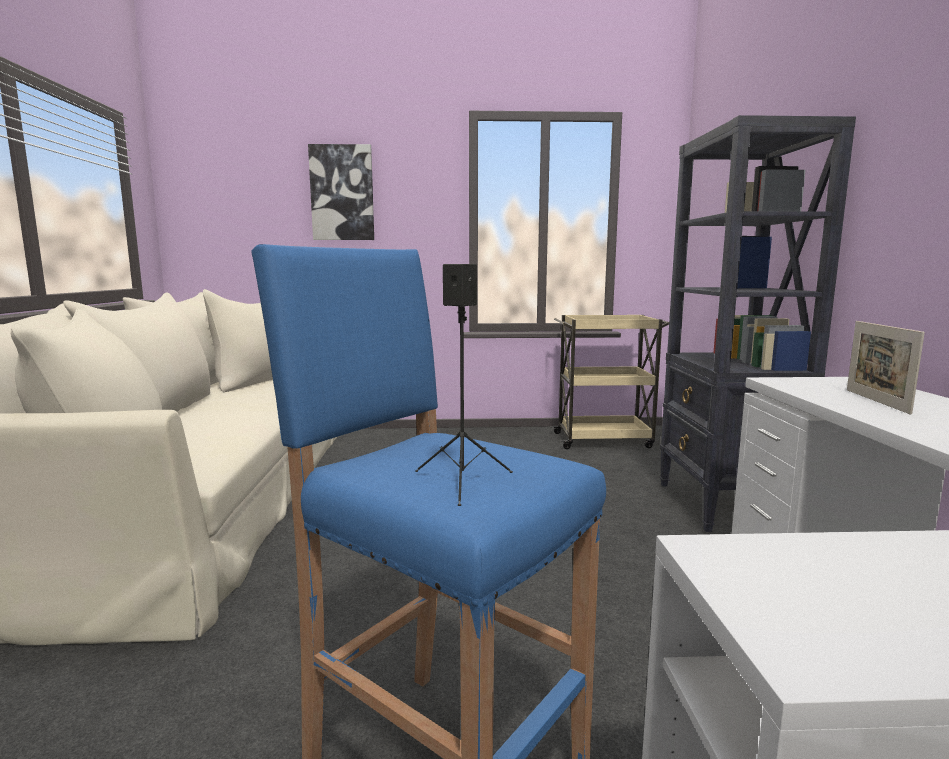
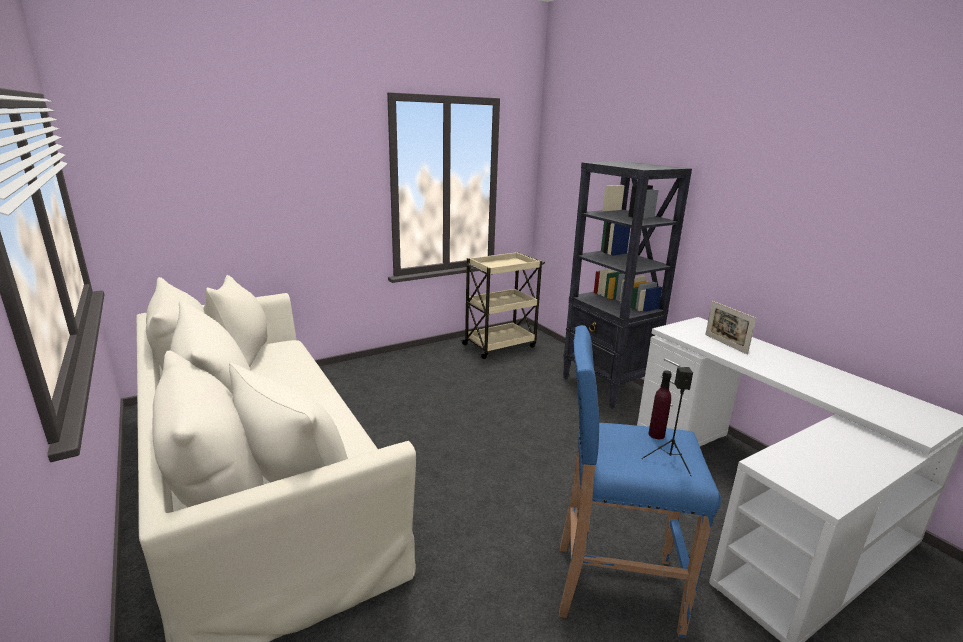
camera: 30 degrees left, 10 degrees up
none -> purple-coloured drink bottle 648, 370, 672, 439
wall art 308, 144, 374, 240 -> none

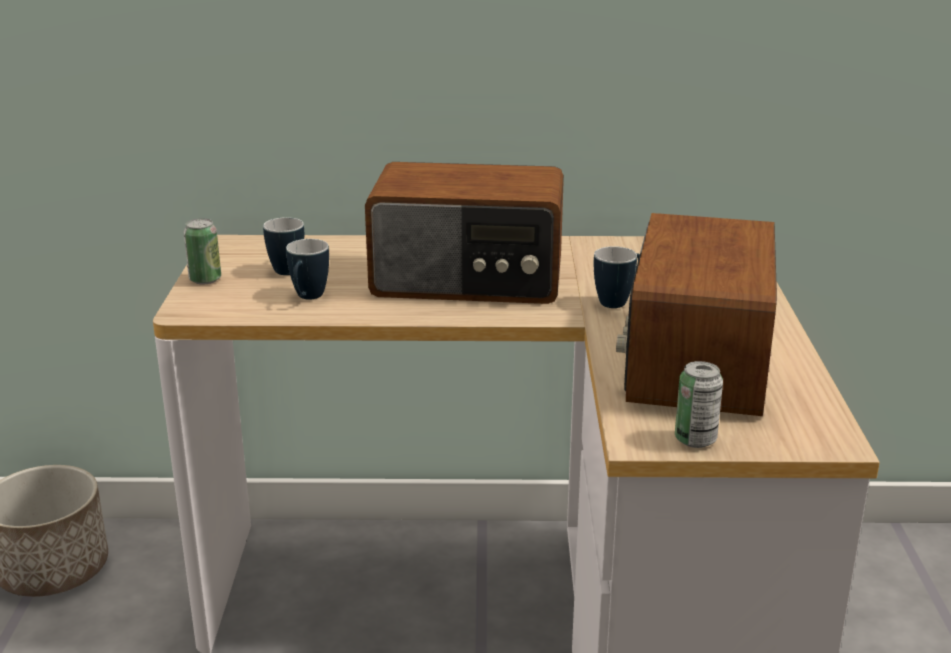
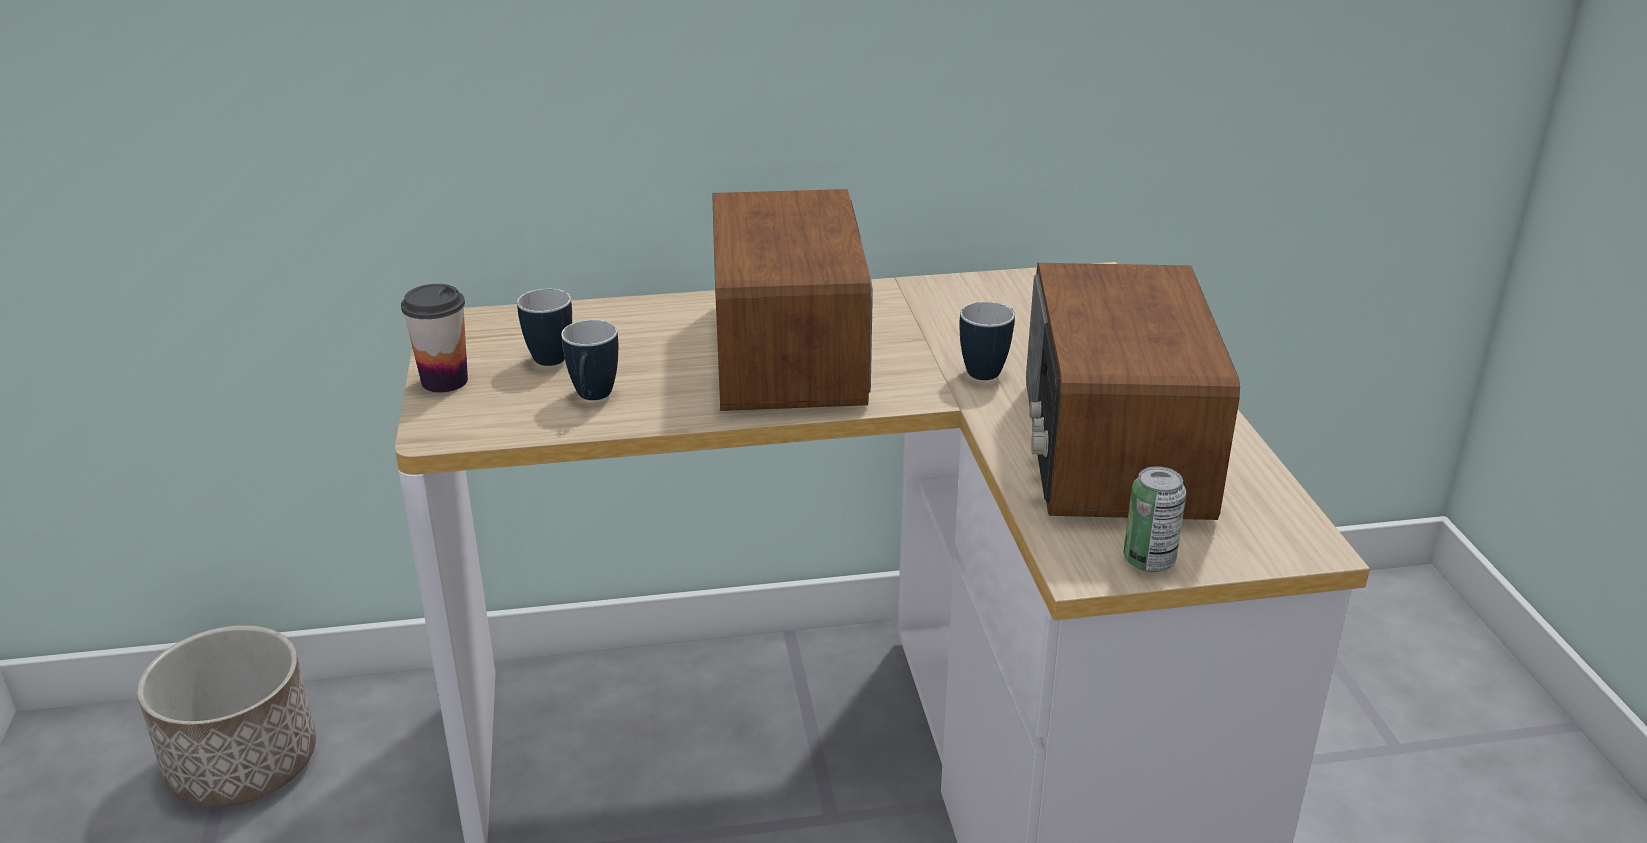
camera: 10 degrees left, 5 degrees up
sealed can 184, 218, 221, 284 -> cup 401, 284, 468, 392
radio receiver 365, 162, 564, 304 -> radio receiver 712, 189, 873, 411, 90 degrees counterclockwise

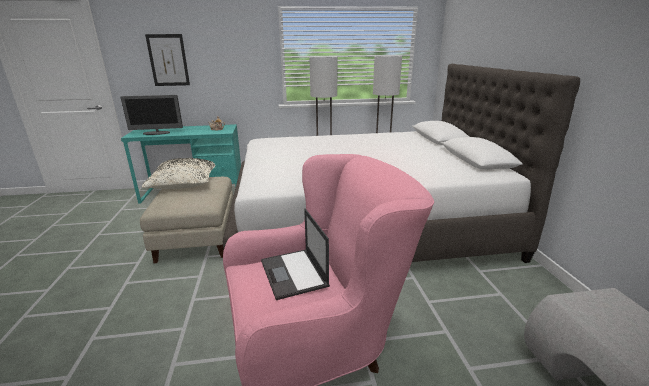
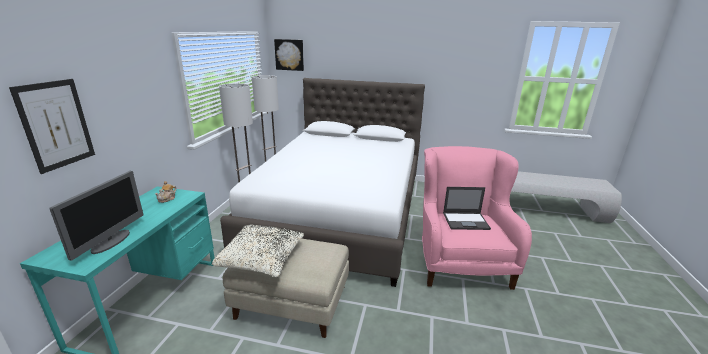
camera: 70 degrees left, 0 degrees up
none -> wall art 274, 39, 304, 71

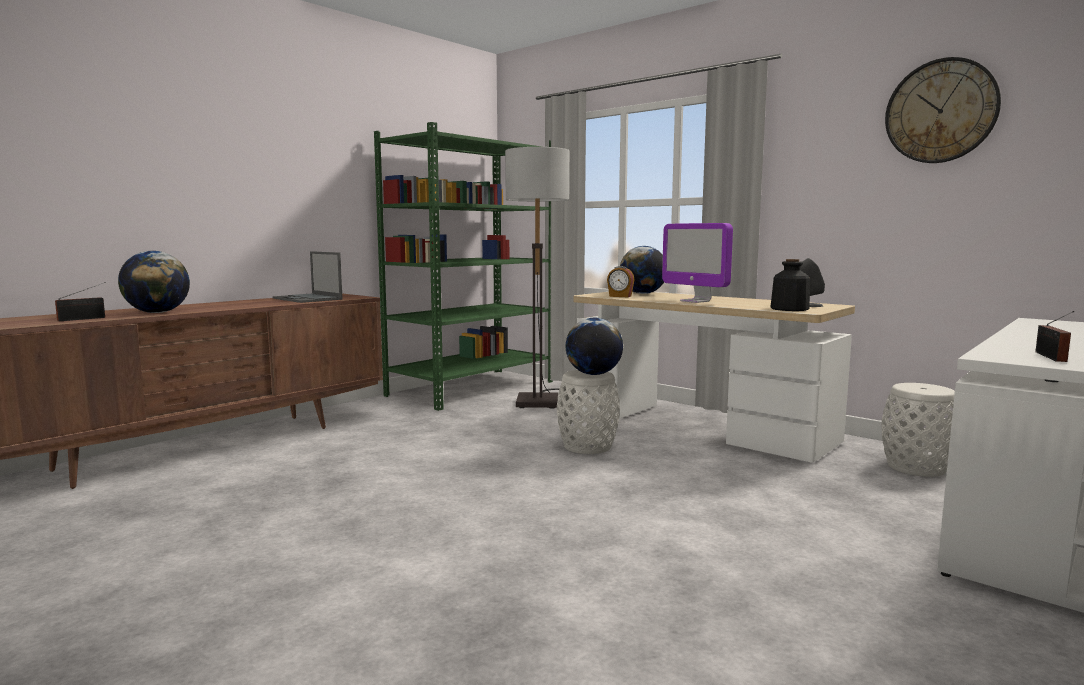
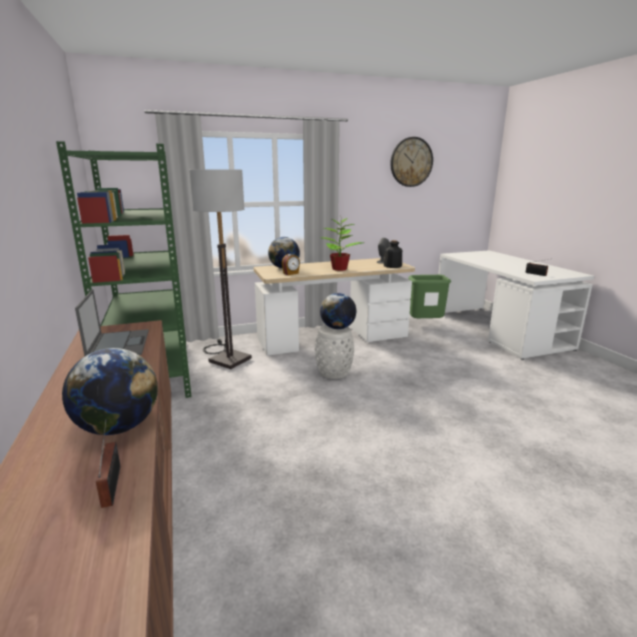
camera: 60 degrees left, 10 degrees up
laptop 273, 251, 343, 303 -> laptop 75, 289, 149, 356, 90 degrees counterclockwise
monitor 662, 223, 733, 303 -> potted plant 321, 218, 363, 271
white sitting stool 881, 383, 955, 477 -> green waste bin 408, 275, 451, 318

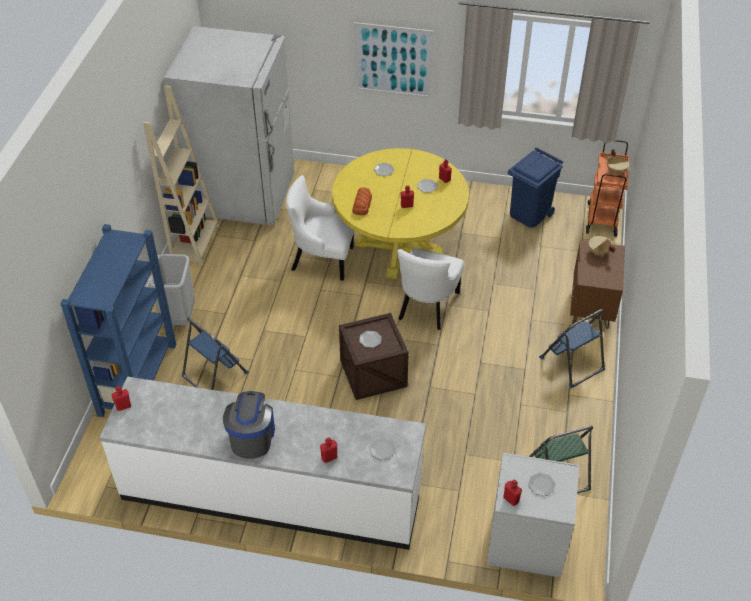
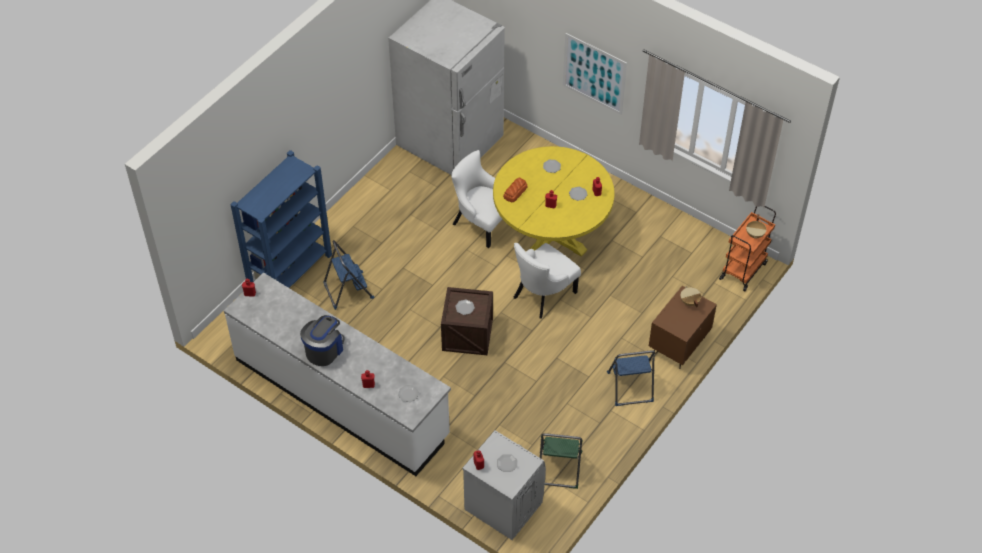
camera: 25 degrees right, 5 degrees up
beige bookshelf 143, 85, 220, 265 -> none
grey waste bin 150, 254, 195, 325 -> none
blue-coloured waste bin 507, 147, 563, 228 -> none

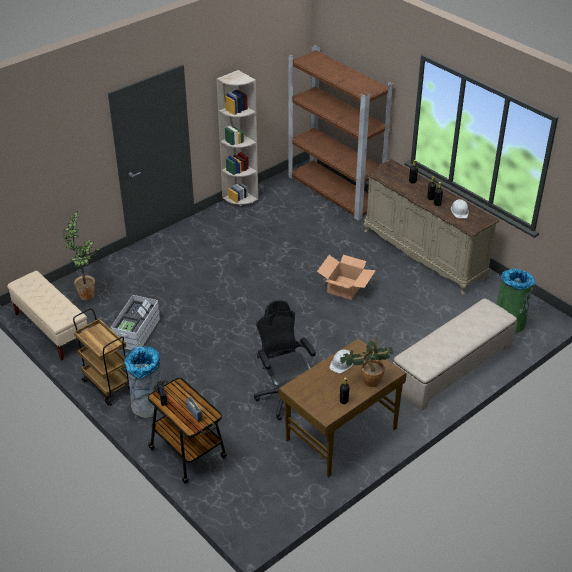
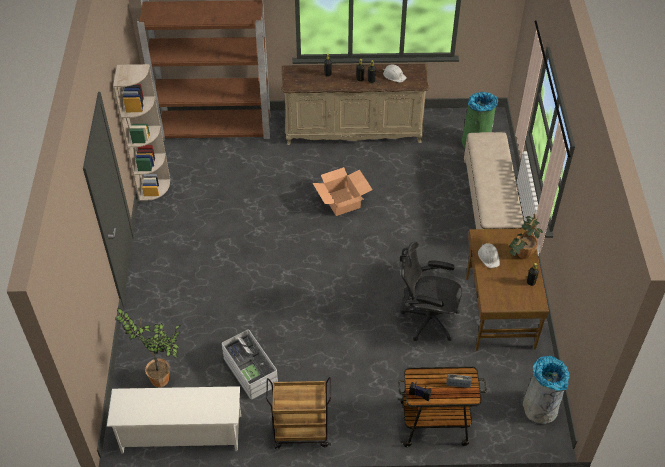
camera: 50 degrees left, 10 degrees up
beige indoor bench 7, 271, 88, 361 -> white shoe shelf 107, 386, 241, 454
grey waste bin 124, 346, 163, 418 -> grey waste bin 523, 356, 570, 424, shifted

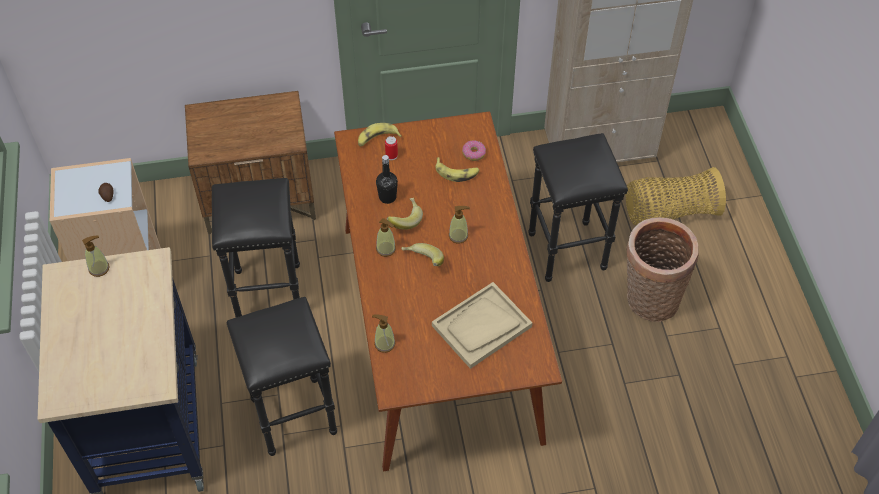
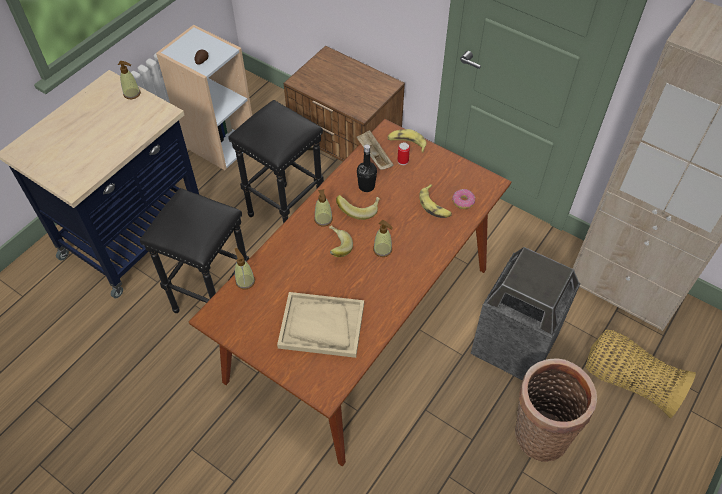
camera: 45 degrees right, 0 degrees up
none -> beige carrying tray 356, 130, 394, 170
black sitting stool 528, 133, 628, 282 -> waste bin 471, 247, 581, 380

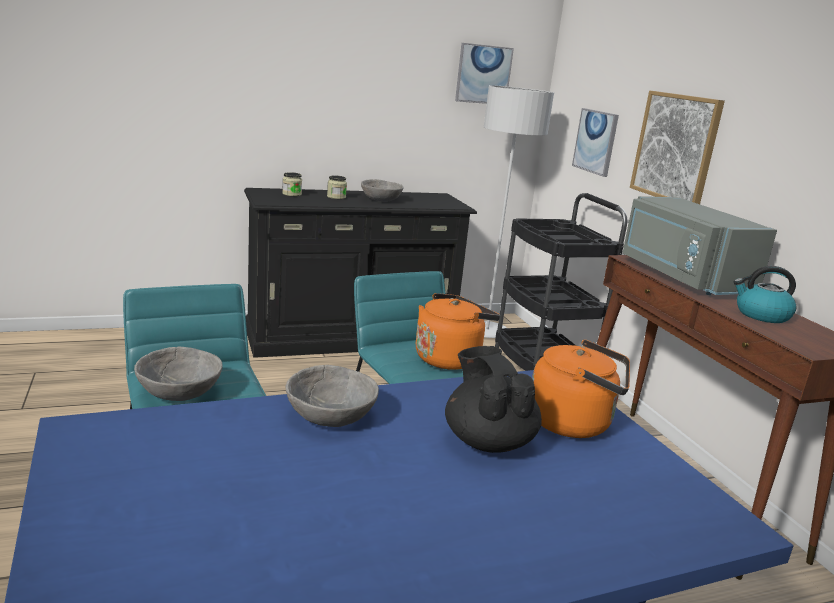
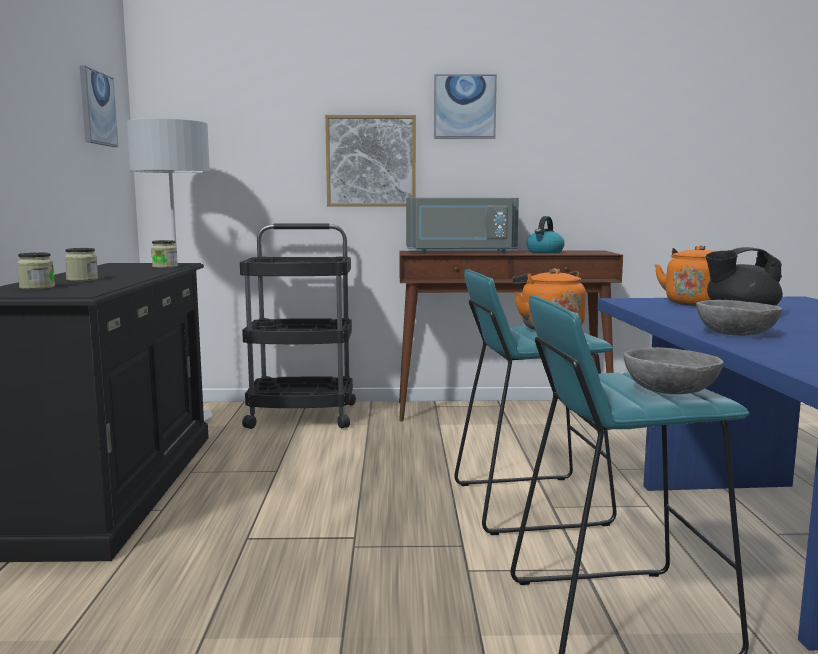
camera: 70 degrees left, 10 degrees down
none -> storage jar 151, 240, 178, 268
wall art 572, 108, 619, 177 -> wall art 434, 74, 497, 139, shifted
grey bowl 361, 179, 403, 202 -> none

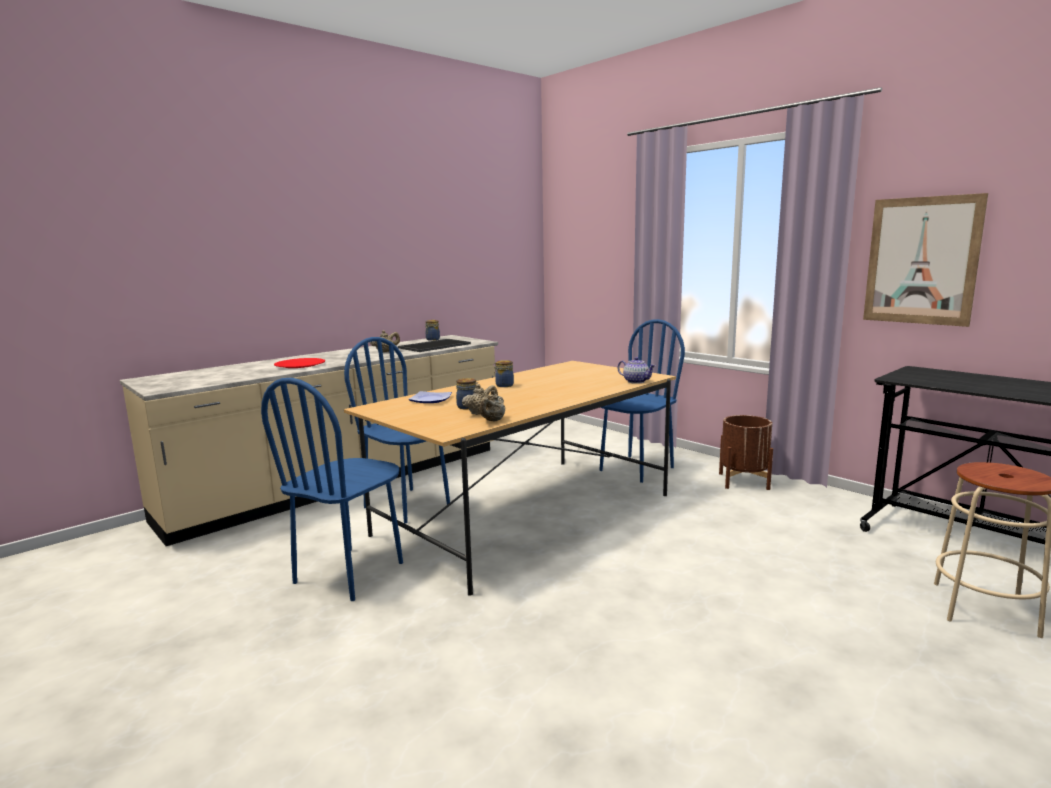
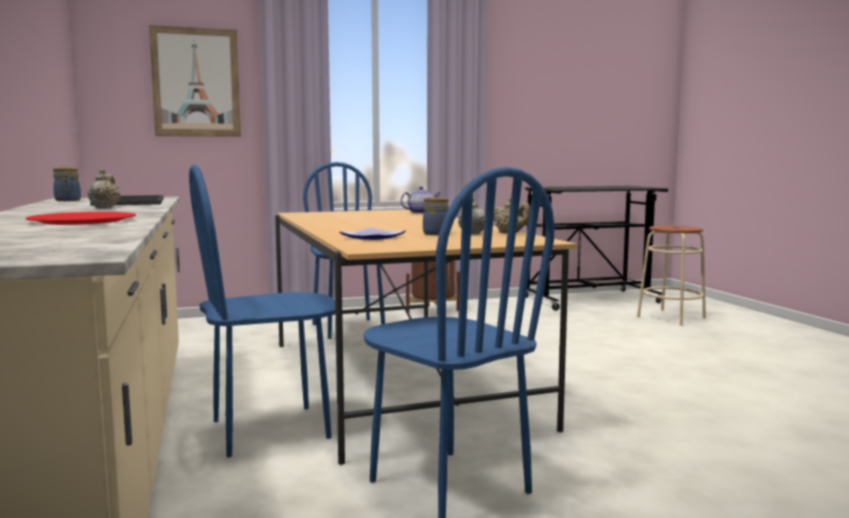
camera: 65 degrees left, 5 degrees down
wall art 863, 193, 988, 327 -> wall art 149, 25, 241, 137, shifted
storage jar 494, 360, 514, 387 -> none

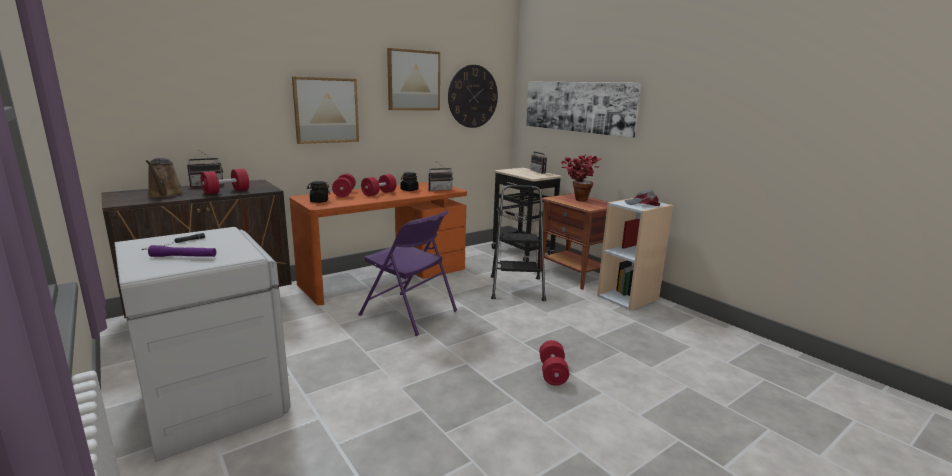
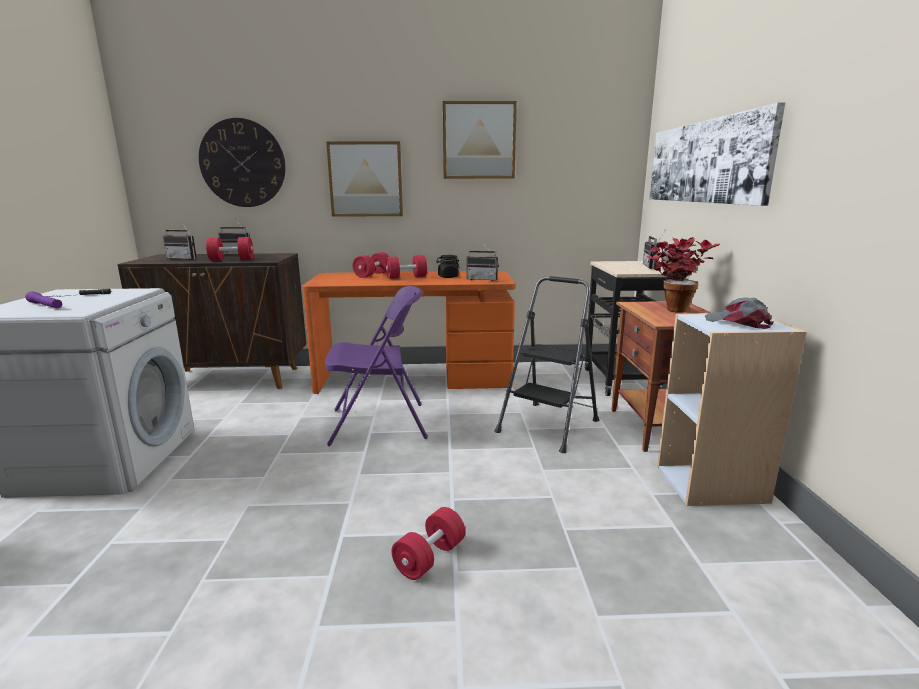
camera: 35 degrees right, 0 degrees up
brown-coloured sprinkling can 146, 158, 184, 198 -> radio receiver 163, 221, 197, 260
hanging clock 448, 65, 498, 128 -> hanging clock 199, 118, 286, 207, shifted
purple-coloured chair 358, 210, 457, 336 -> purple-coloured chair 325, 286, 428, 446, 75 degrees counterclockwise
black storage jar 307, 181, 330, 203 -> none

